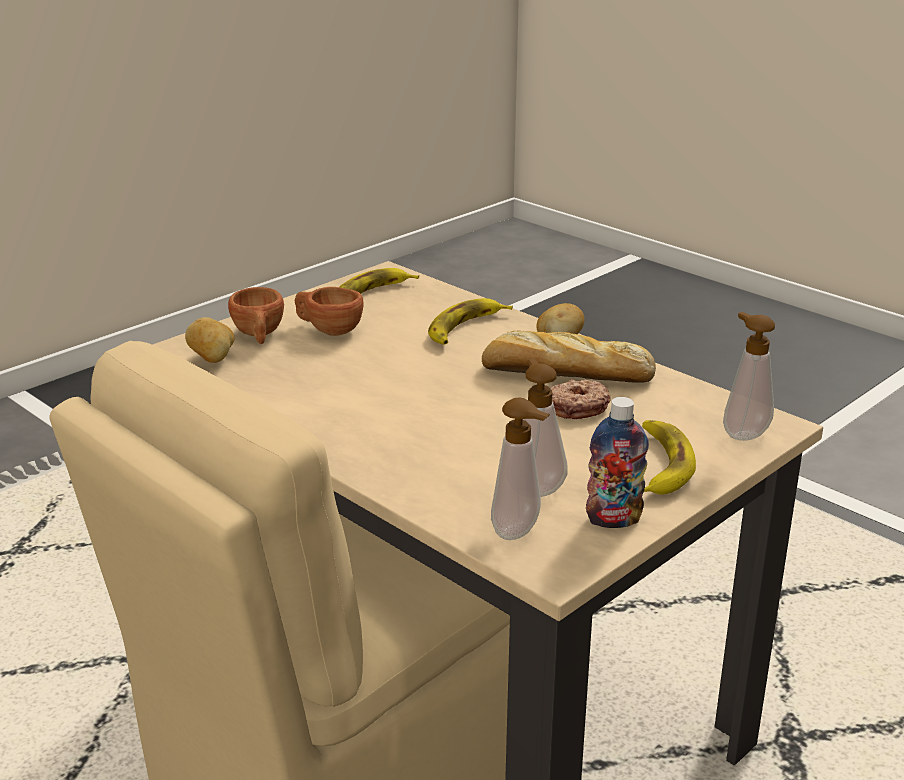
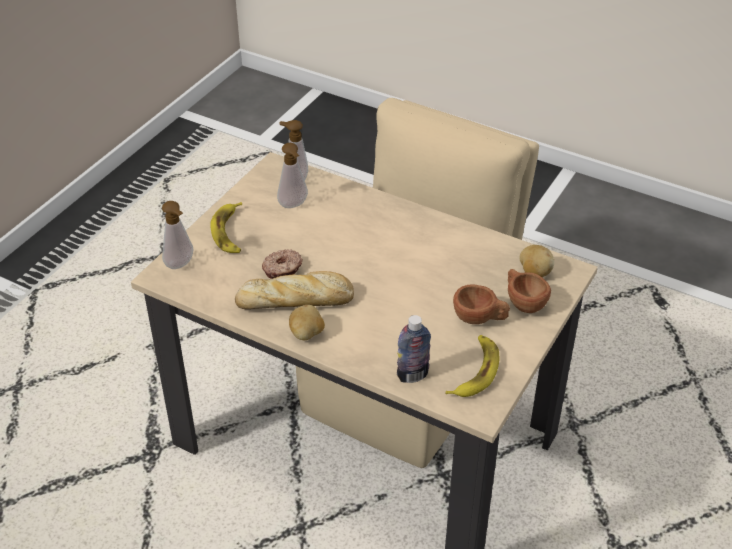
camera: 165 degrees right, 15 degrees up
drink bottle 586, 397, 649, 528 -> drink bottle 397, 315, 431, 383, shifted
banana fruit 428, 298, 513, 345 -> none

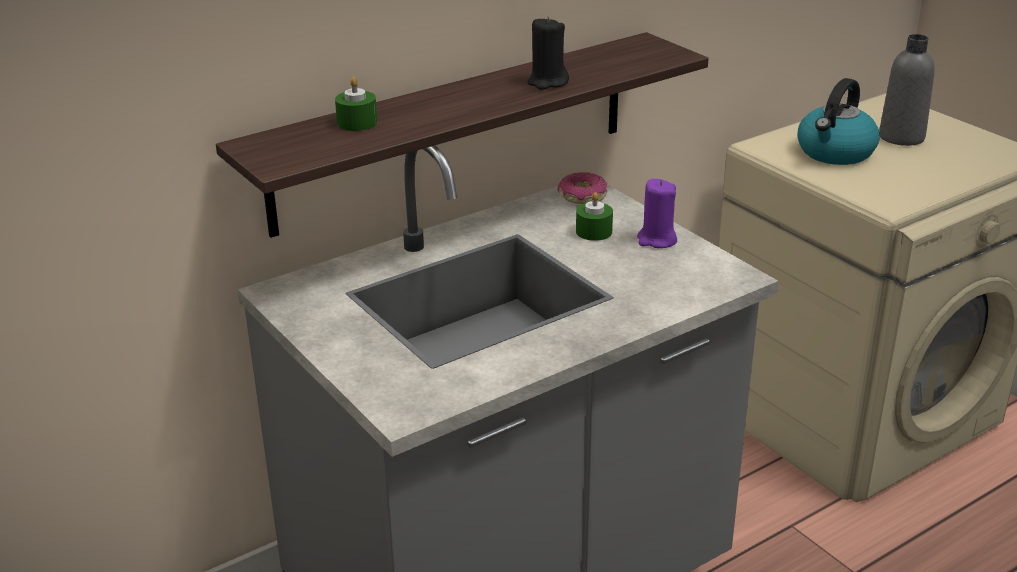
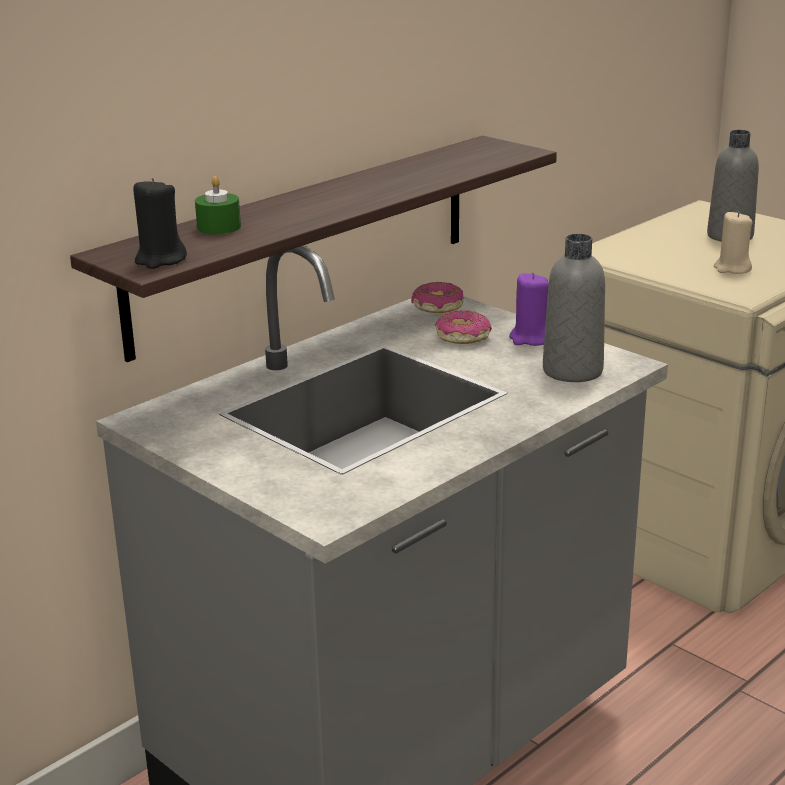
camera: 10 degrees left, 5 degrees down
black wax candle 528, 16, 569, 90 -> black wax candle 133, 178, 187, 269, shifted
green wax candle 576, 192, 613, 241 -> ring doughnut 435, 310, 492, 344
none -> grey drink bottle 543, 234, 605, 382
none -> beige wax candle 714, 211, 752, 274
water kettle 798, 78, 879, 165 -> none

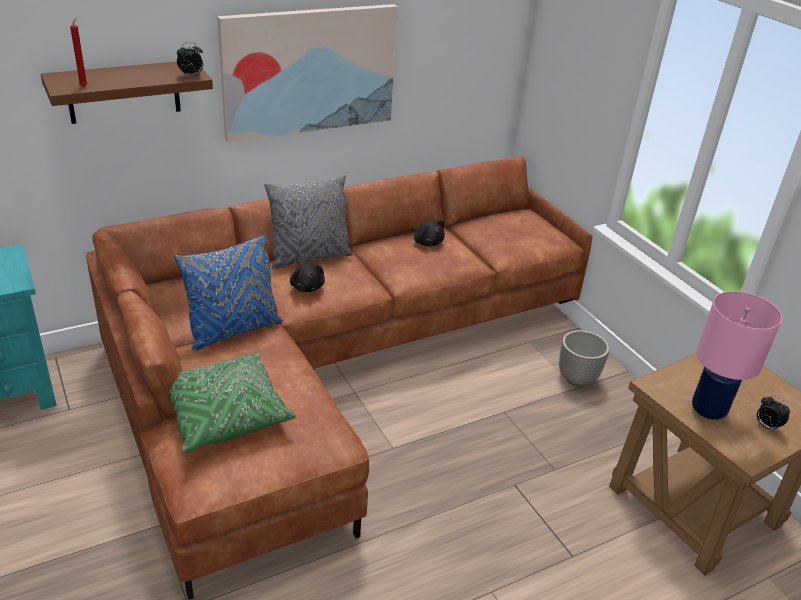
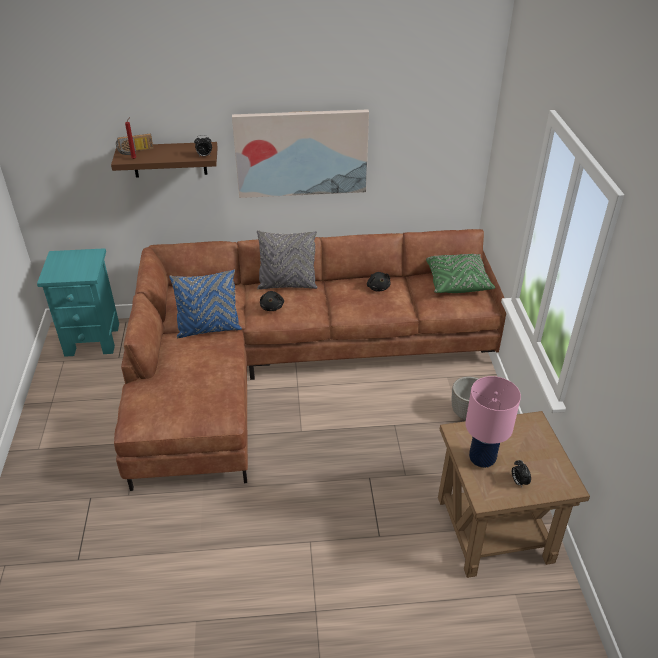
camera: 25 degrees right, 5 degrees up
none -> radio receiver 116, 134, 153, 155
green pillow 168, 352, 296, 452 -> green pillow 426, 254, 495, 293, shifted

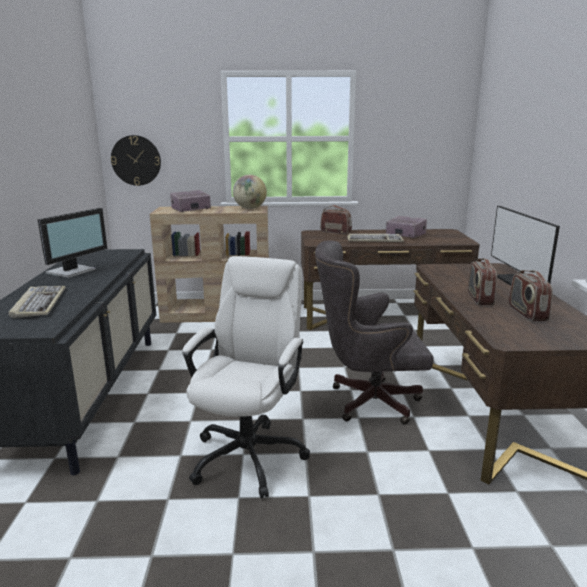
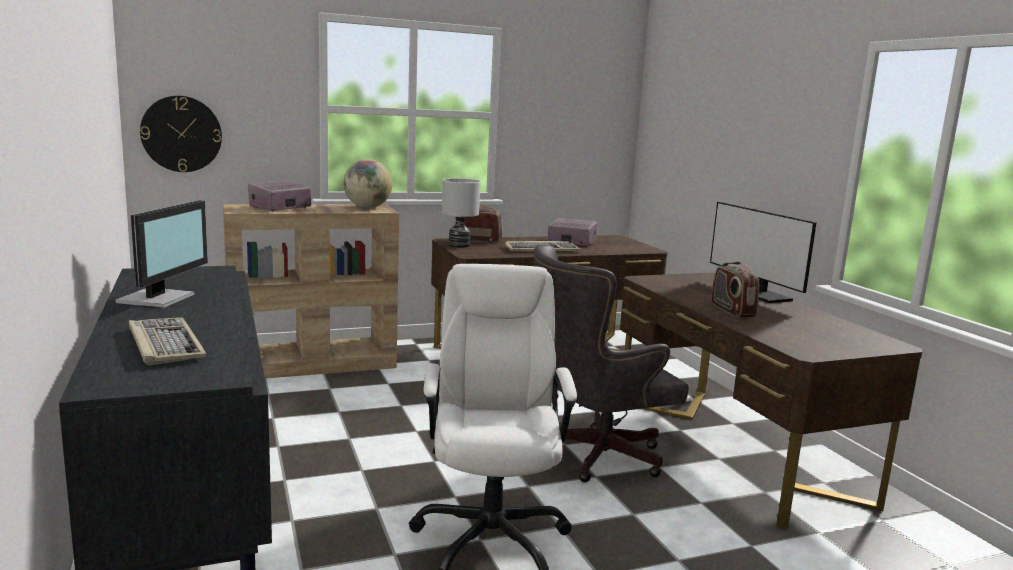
camera: 20 degrees left, 5 degrees down
none -> grey lamp for a table 442, 178, 480, 248
radio receiver 509, 270, 553, 321 -> none

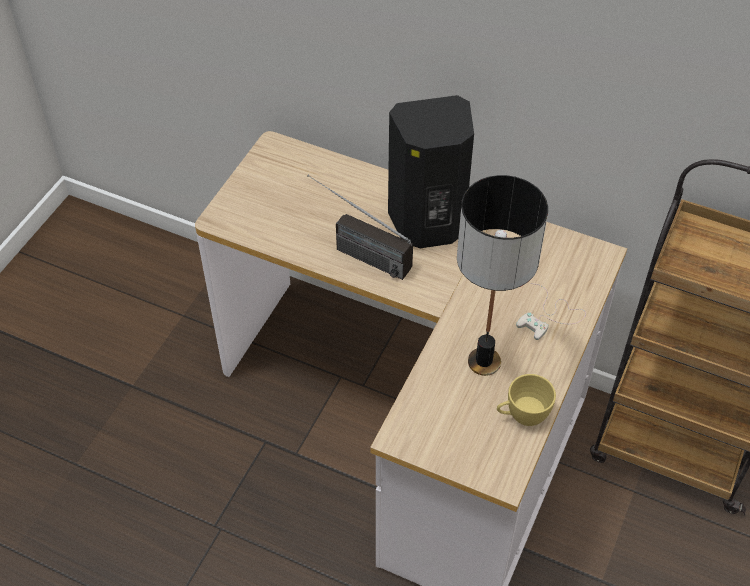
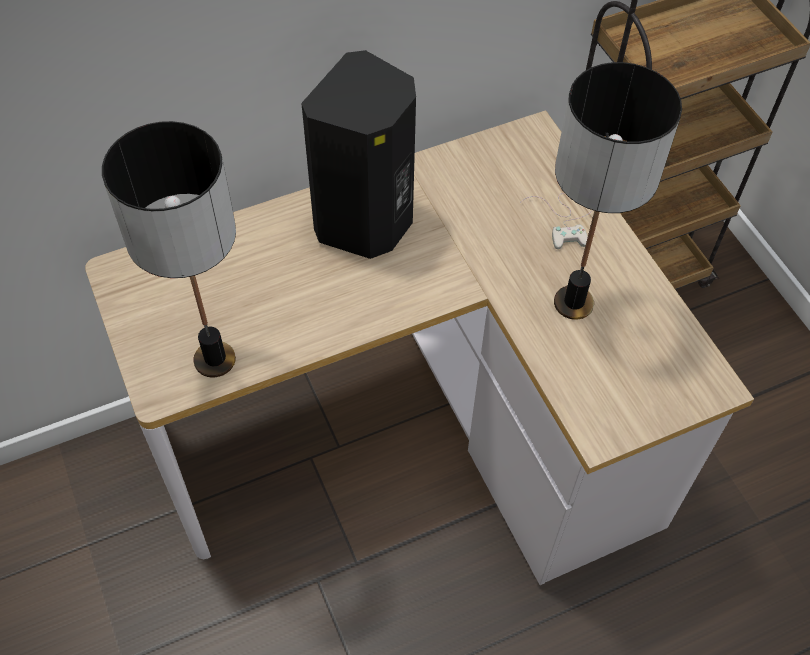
camera: 50 degrees left, 5 degrees up
none -> lamp for a table 102, 121, 236, 378
radio receiver 307, 175, 413, 280 -> none
yellowish cup 497, 374, 556, 426 -> none

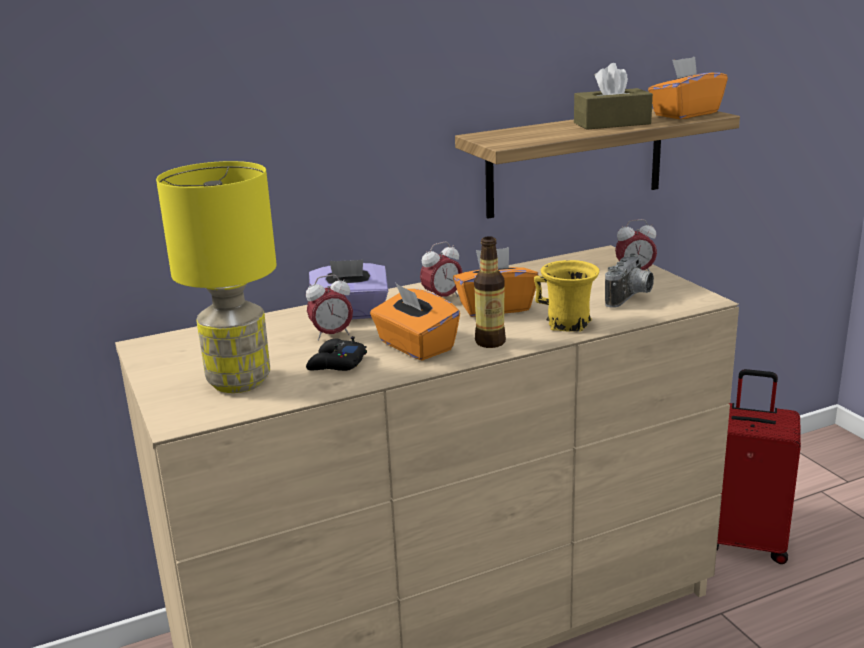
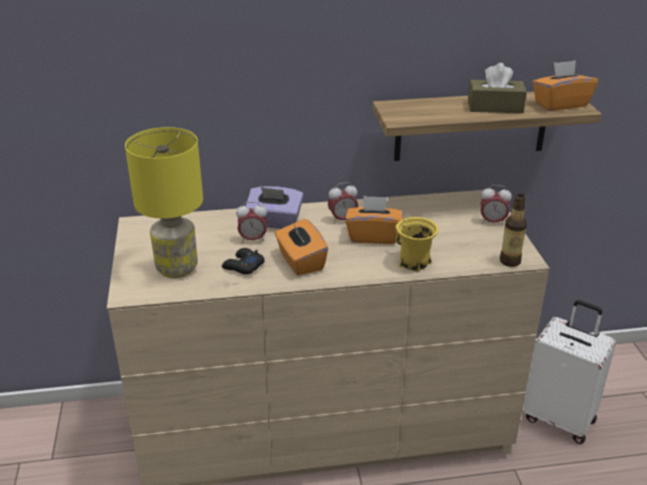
camera: 15 degrees right, 10 degrees up
drink bottle 474, 236, 506, 348 -> drink bottle 500, 194, 527, 267, shifted
reddish suitcase 717, 369, 801, 564 -> white suitcase 522, 300, 616, 444
photo camera 605, 253, 654, 308 -> none

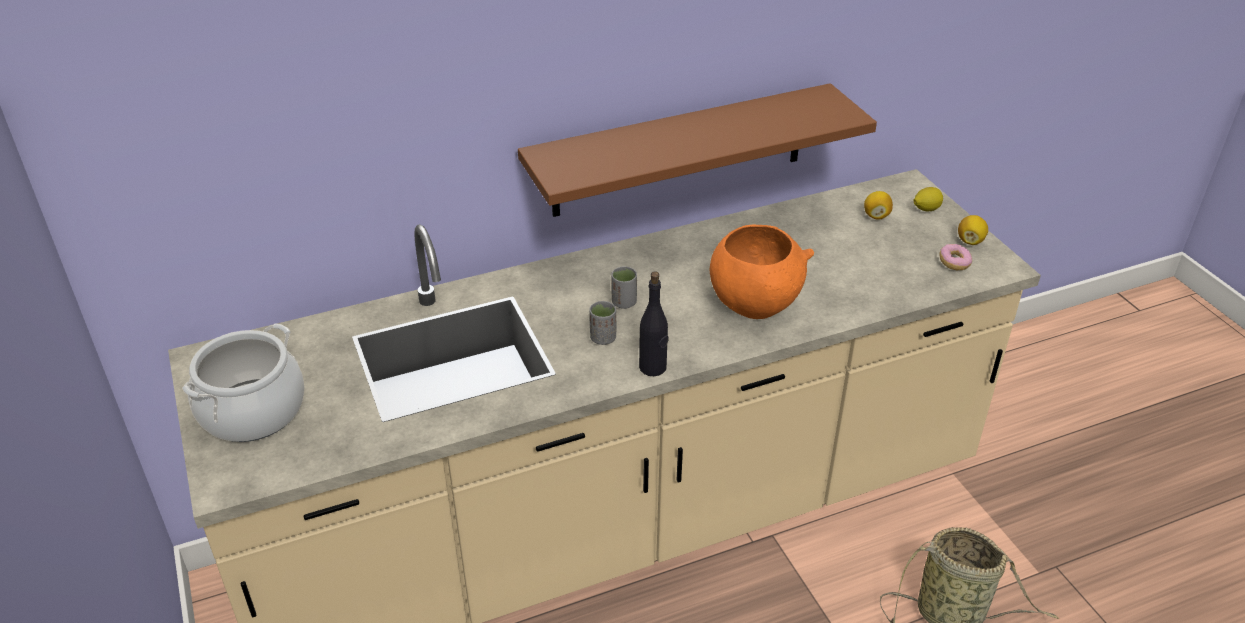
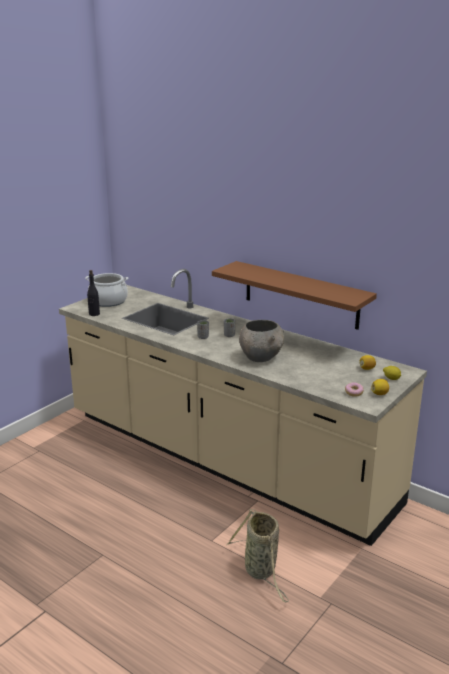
camera: 60 degrees right, 15 degrees down
black drink bottle 639, 271, 669, 376 -> black drink bottle 87, 270, 100, 316, shifted
orangey bowl 710, 224, 814, 319 -> grey bowl 239, 320, 284, 362

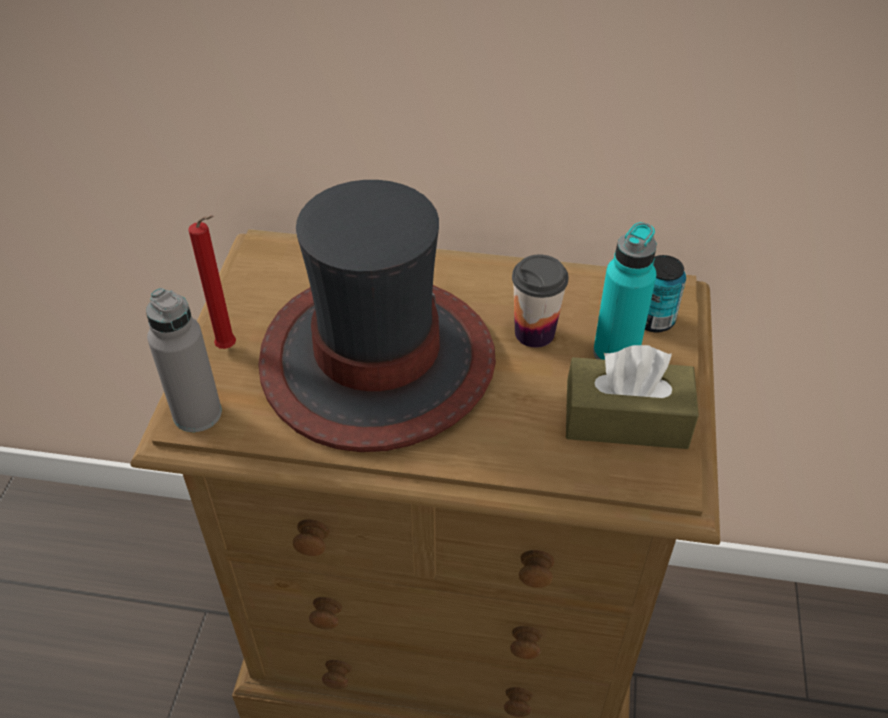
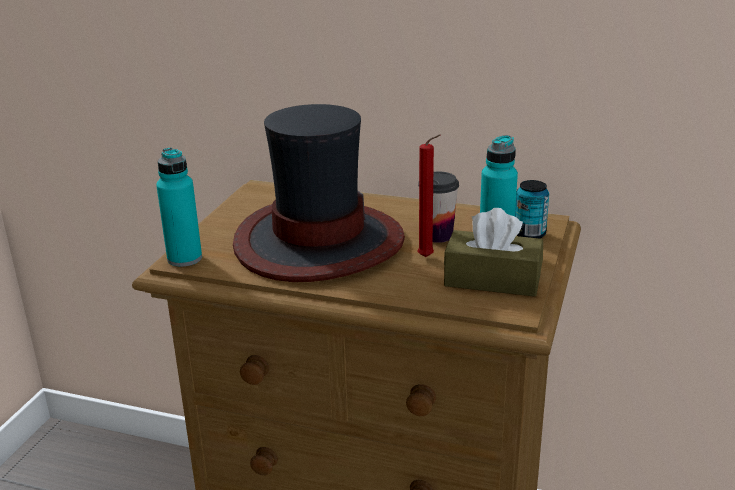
camera: 10 degrees right, 20 degrees down
grey drink bottle 146, 288, 222, 432 -> blue-green drink bottle 156, 147, 202, 267
reddish wax candle 188, 215, 236, 349 -> reddish wax candle 418, 135, 441, 257, shifted

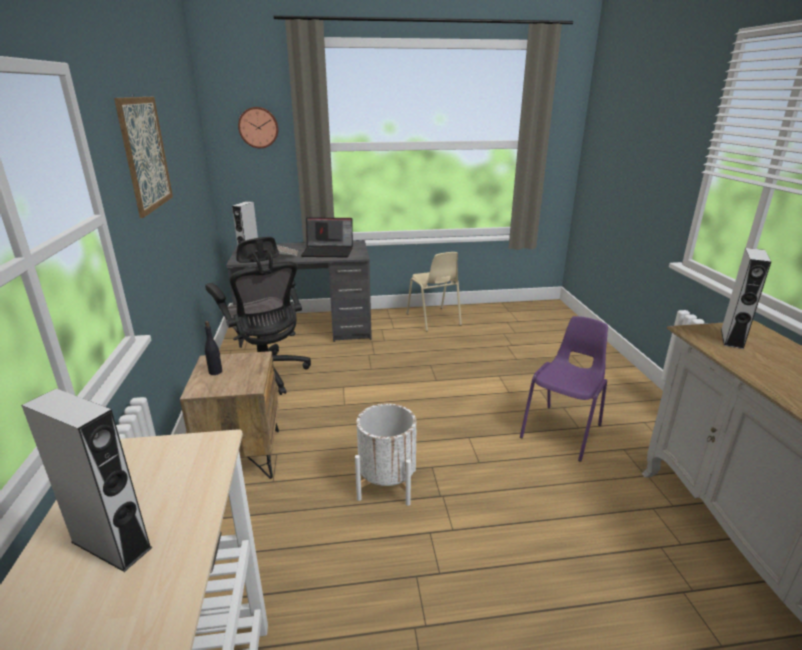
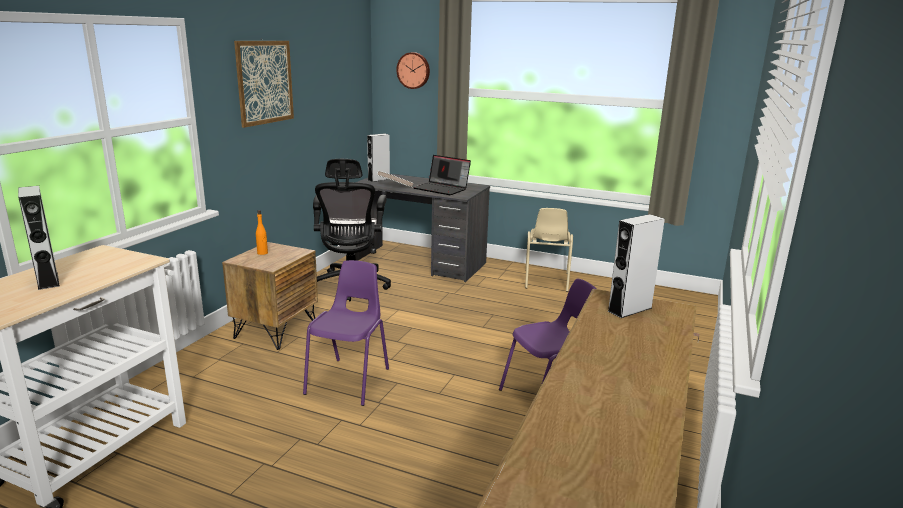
camera: 30 degrees right, 5 degrees down
black drink bottle 205, 321, 222, 375 -> orangey drink bottle 256, 210, 268, 255
white planter 355, 404, 416, 506 -> purple-coloured chair 303, 260, 389, 406

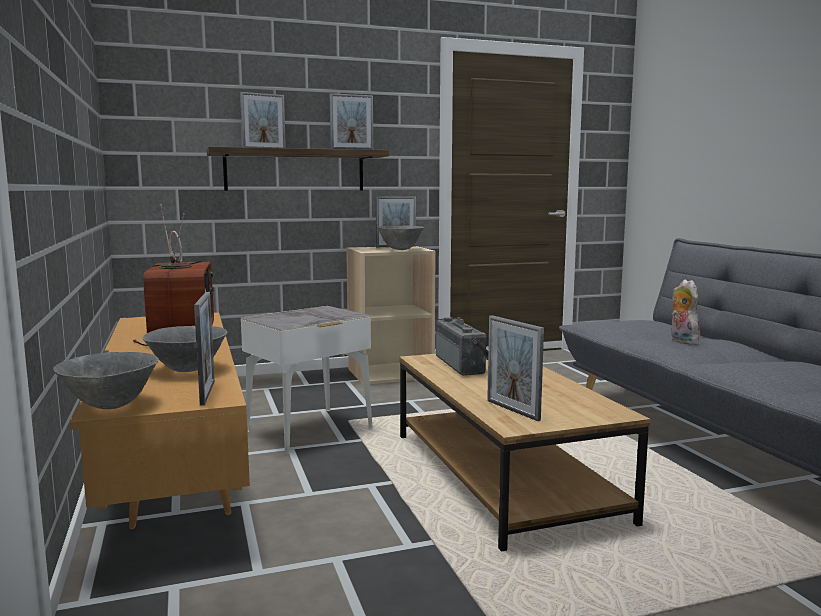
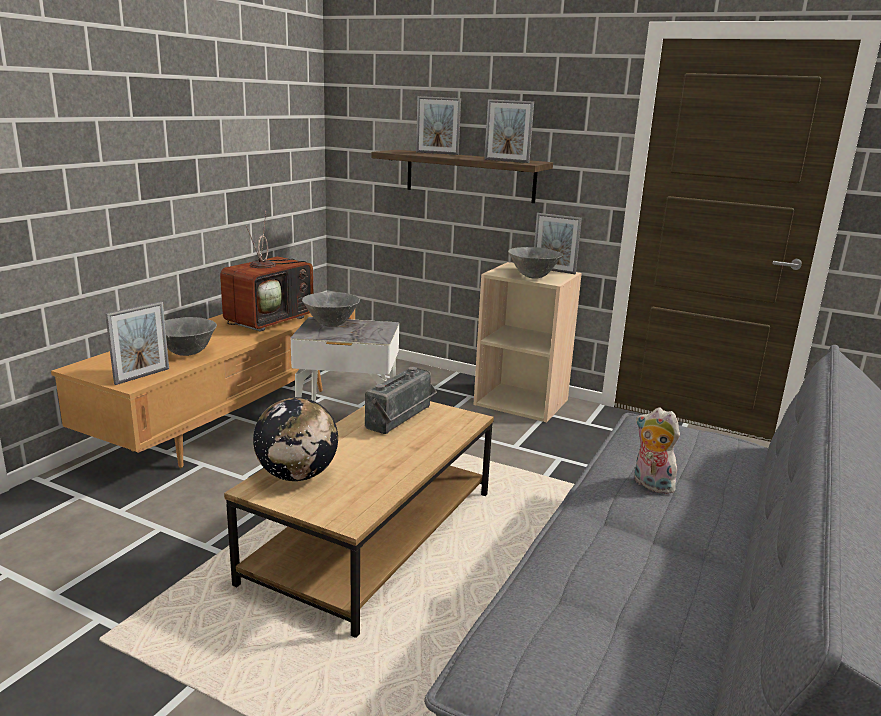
camera: 45 degrees right, 10 degrees up
standing frame 487, 315, 544, 421 -> globe 253, 397, 338, 481
grey bowl 53, 352, 159, 409 -> grey bowl 302, 292, 360, 327, shifted
plush toy 671, 279, 703, 345 -> plush toy 635, 408, 680, 494, 75 degrees counterclockwise

